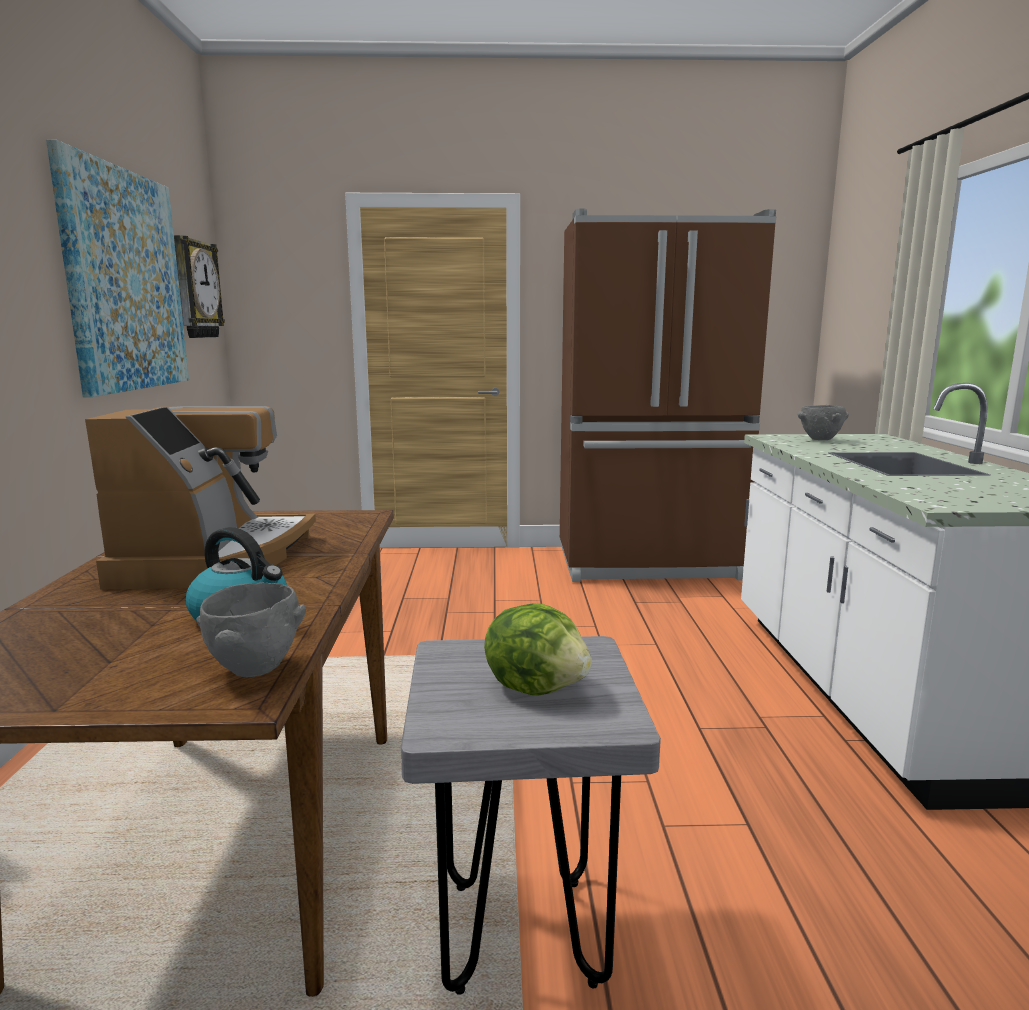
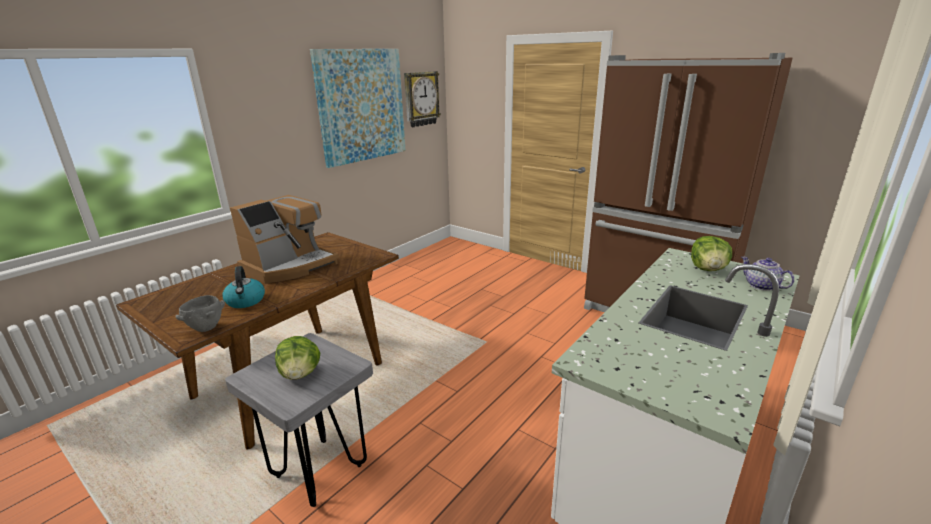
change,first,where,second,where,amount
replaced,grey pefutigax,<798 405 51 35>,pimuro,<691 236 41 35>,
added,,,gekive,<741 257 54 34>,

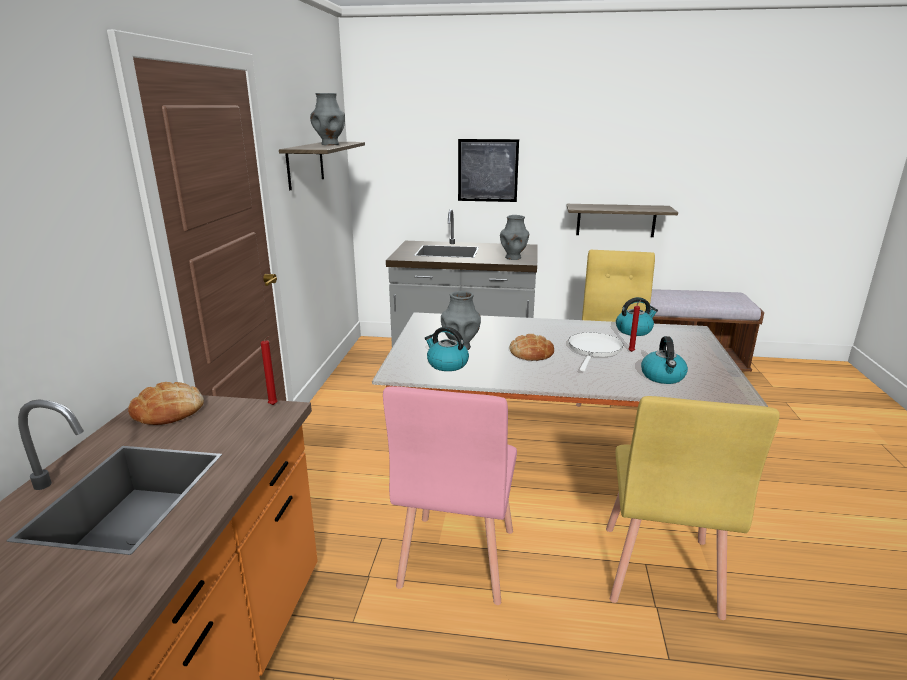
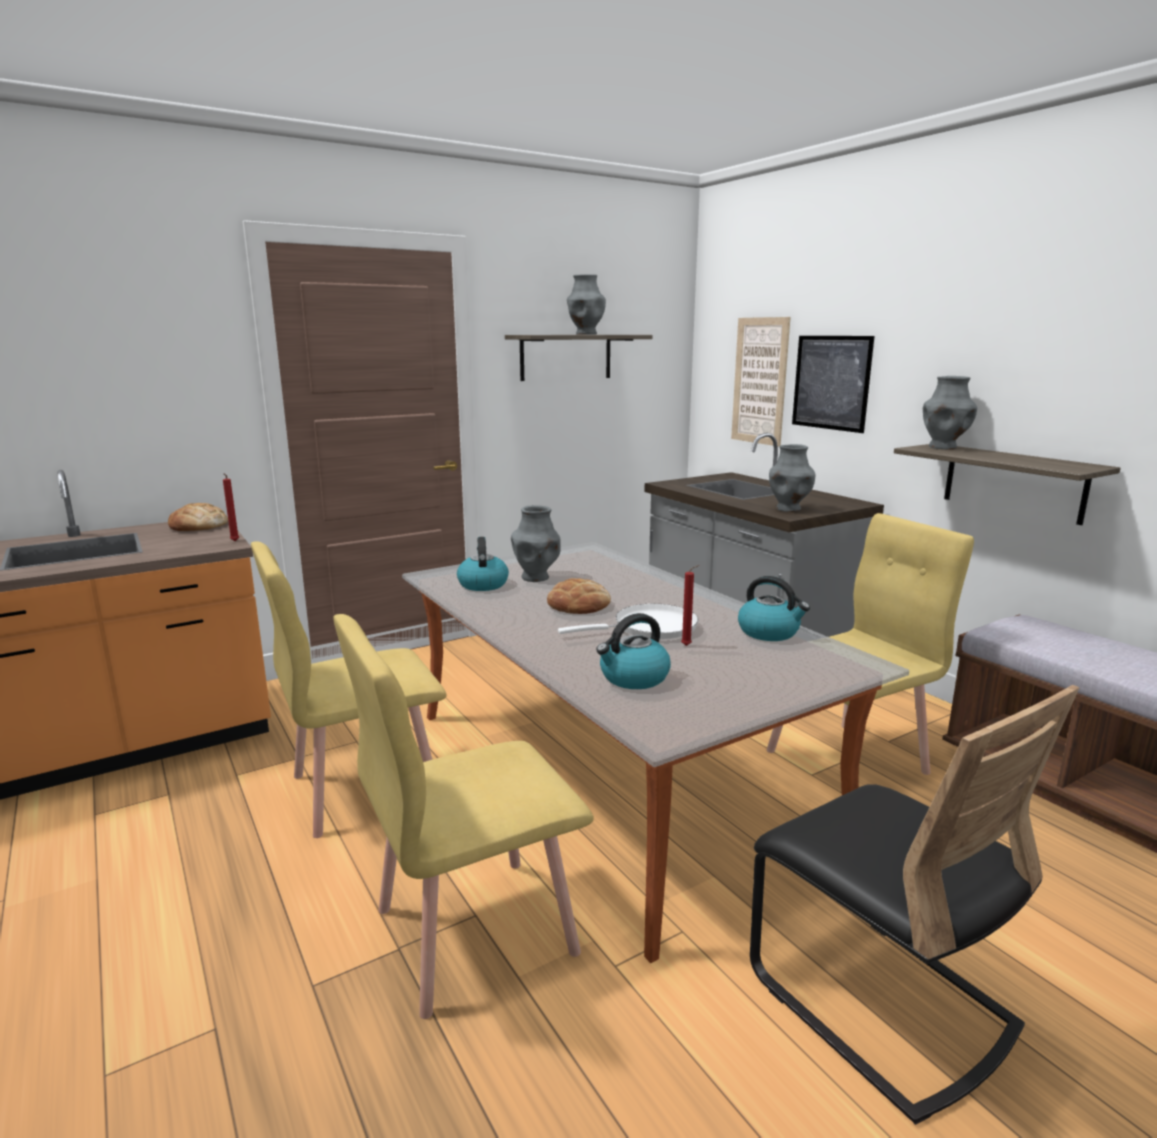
change,first,where,second,where,amount
recoloured,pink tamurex,<383 386 134 219>,yellow tamurex,<251 541 196 297>,
added,,,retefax,<731 317 60 130>,
added,,,black tamurex,<750 685 329 440>,
added,,,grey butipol,<923 376 54 73>,

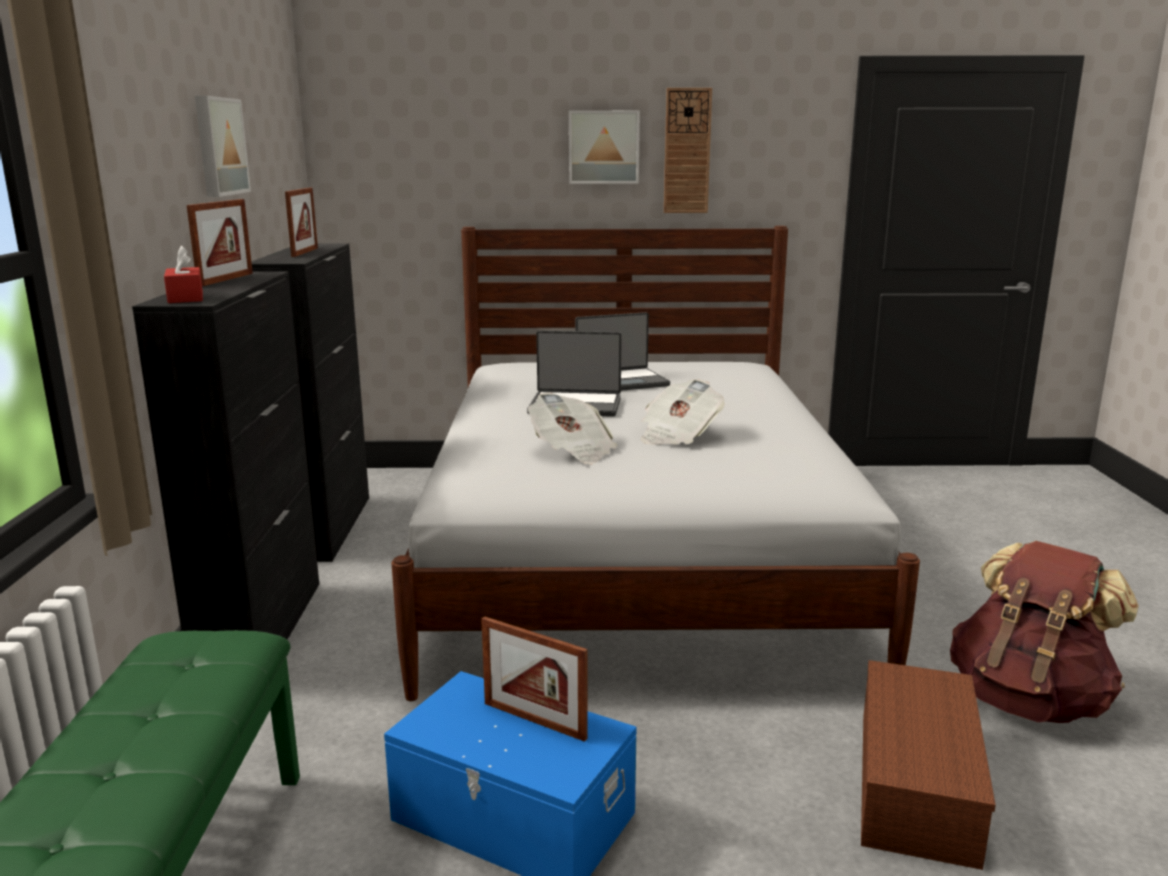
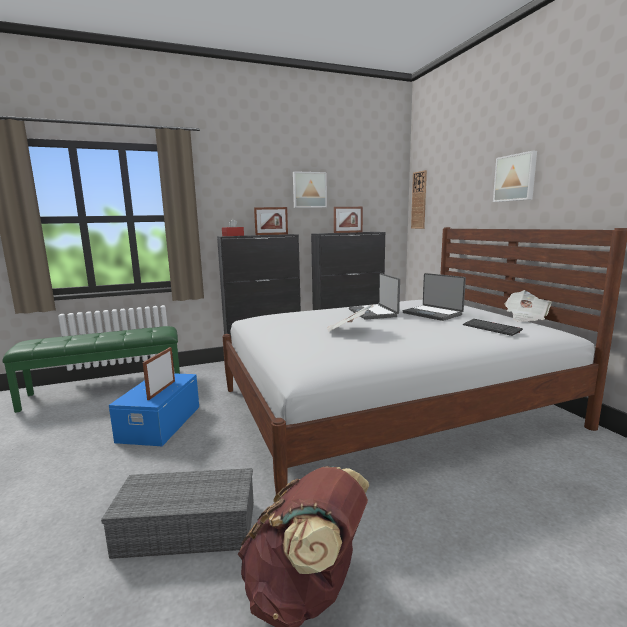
change,first,where,second,where,amount
recoloured,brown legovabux,<861 660 135 210>,grey legovabux,<101 468 153 91>,
moved,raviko,<664 88 48 125>,,<411 170 16 59>,
added,,,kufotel,<463 319 60 17>,
moved,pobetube,<528 392 89 73>,,<505 290 47 32>,

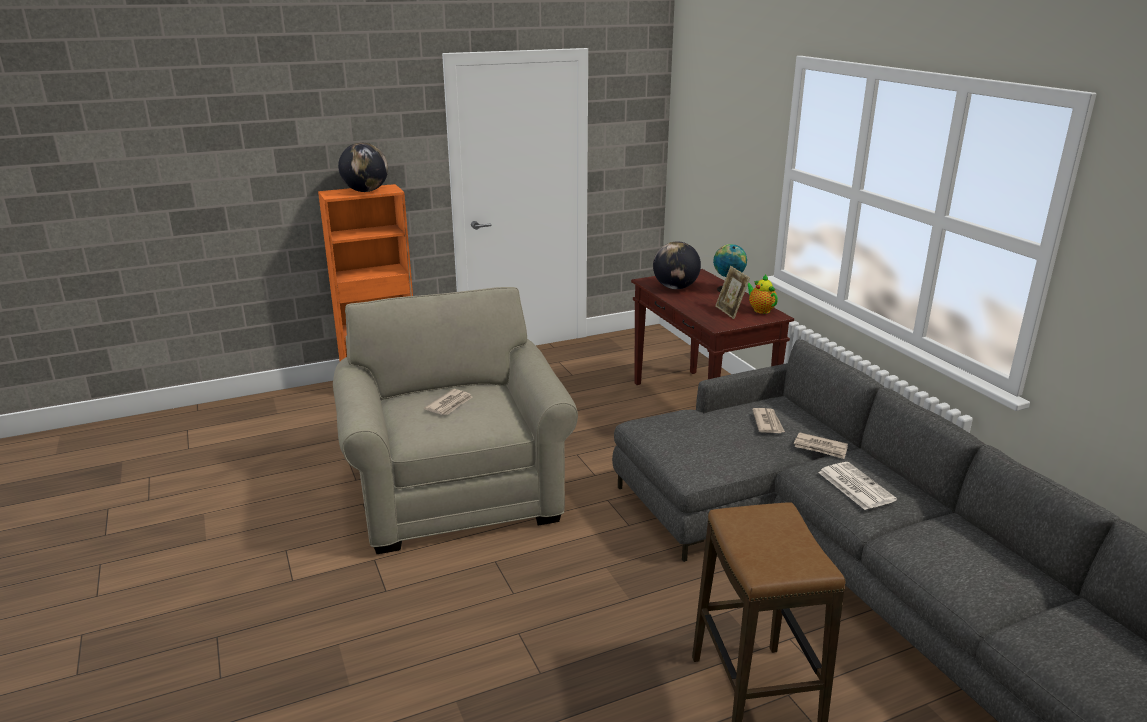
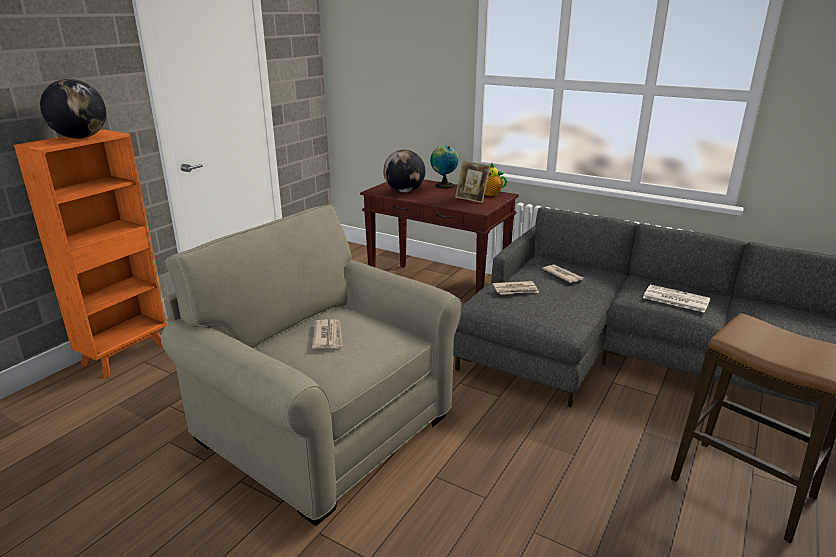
change,first,where,second,where,amount
moved,pobetube,<794 432 54 27>,,<493 281 46 13>,

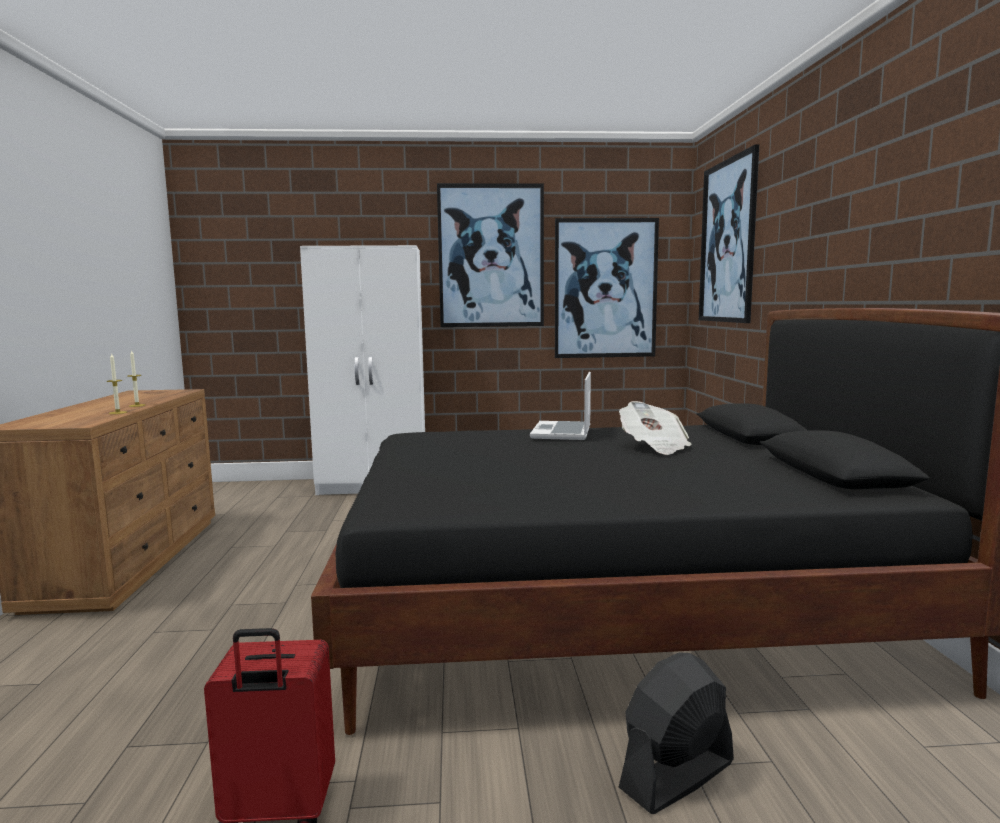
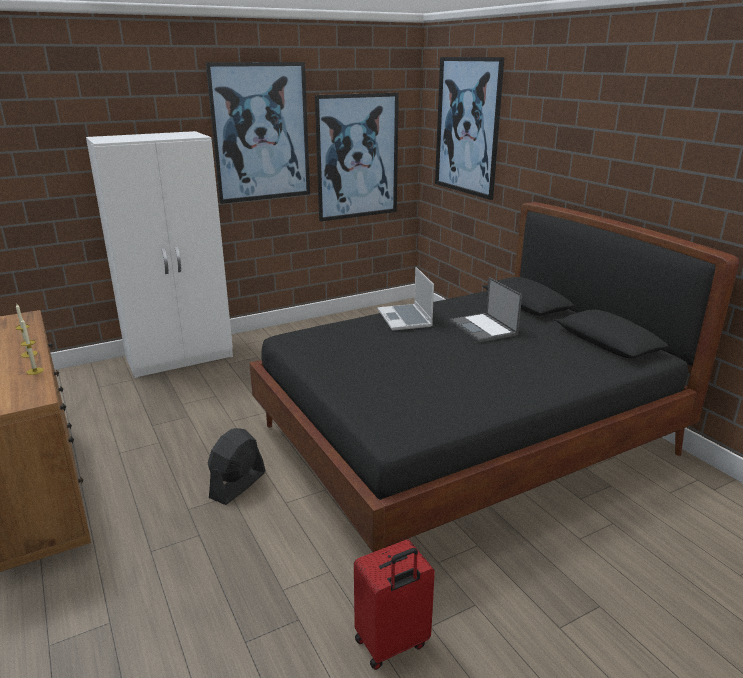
change,first,where,second,where,amount
moved,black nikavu,<619 652 115 162>,,<208 428 58 77>,
replaced,pobetube,<619 401 73 54>,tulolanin,<450 277 72 65>,

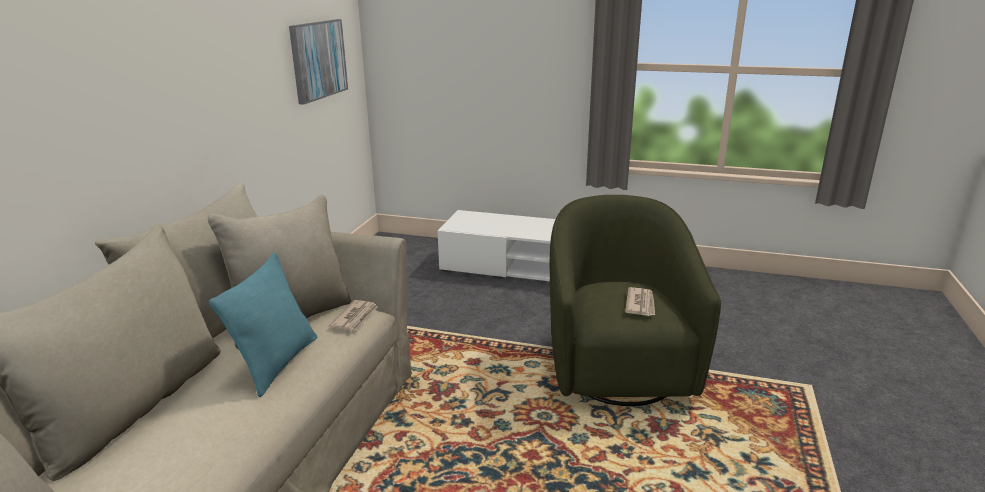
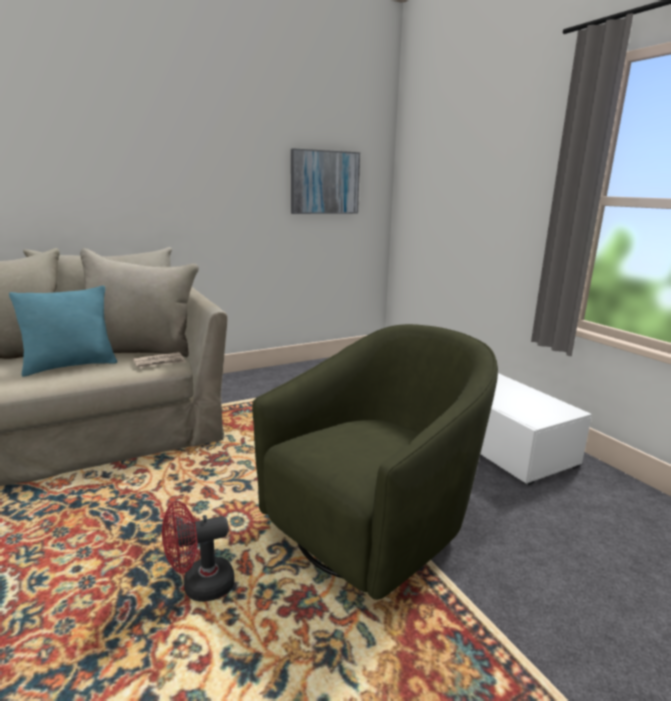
change,first,where,second,where,amount
added,,,red nikavu,<162 501 73 101>,
removed,pobetube,<625 287 30 29>,,,

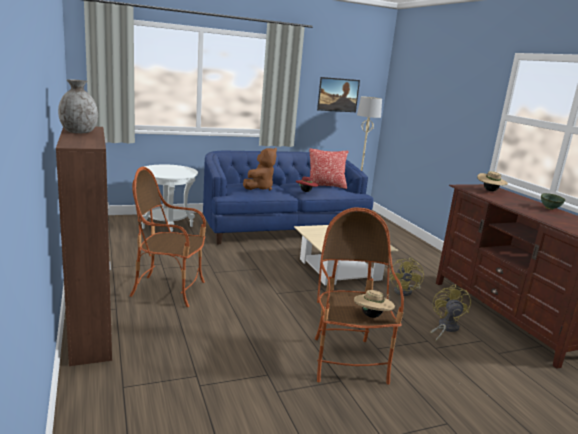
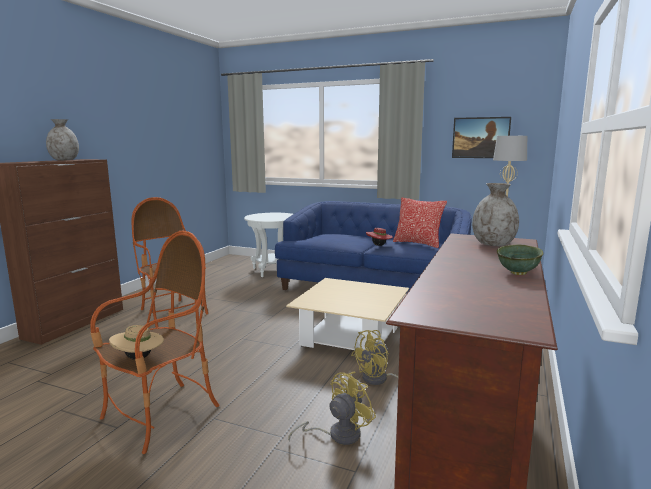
change,first,where,second,where,amount
replaced,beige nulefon,<477 171 31 20>,grey butipol,<472 183 47 63>,
removed,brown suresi,<243 148 34 43>,,,

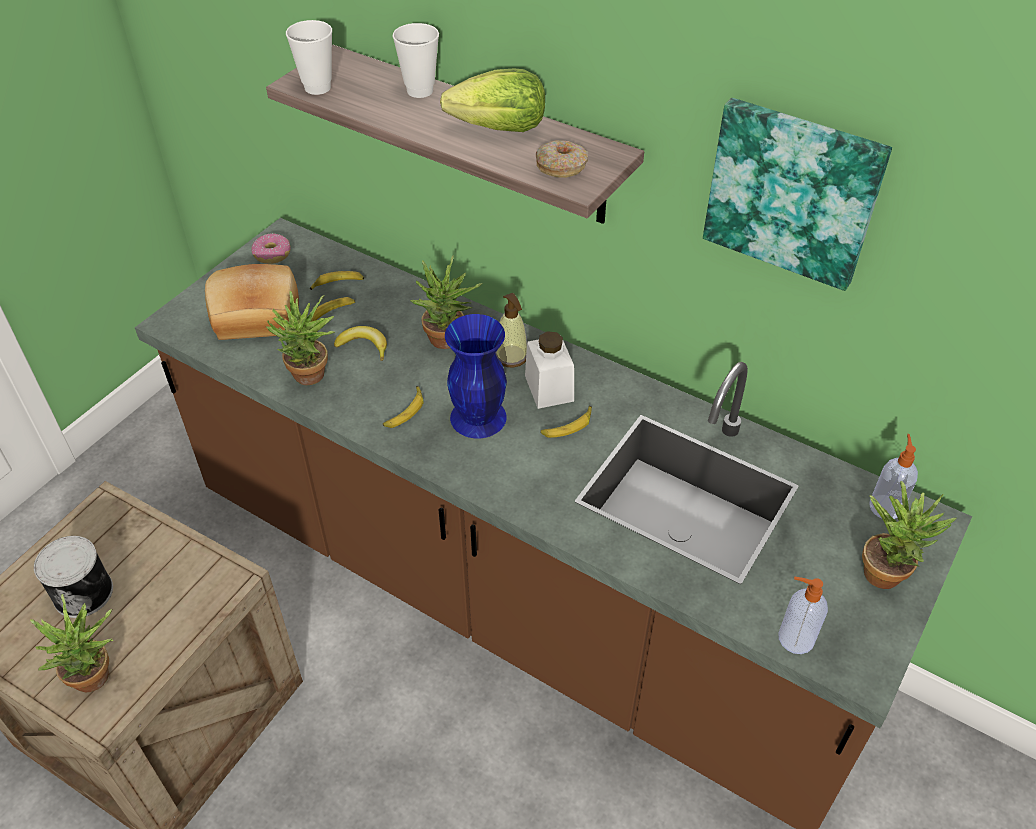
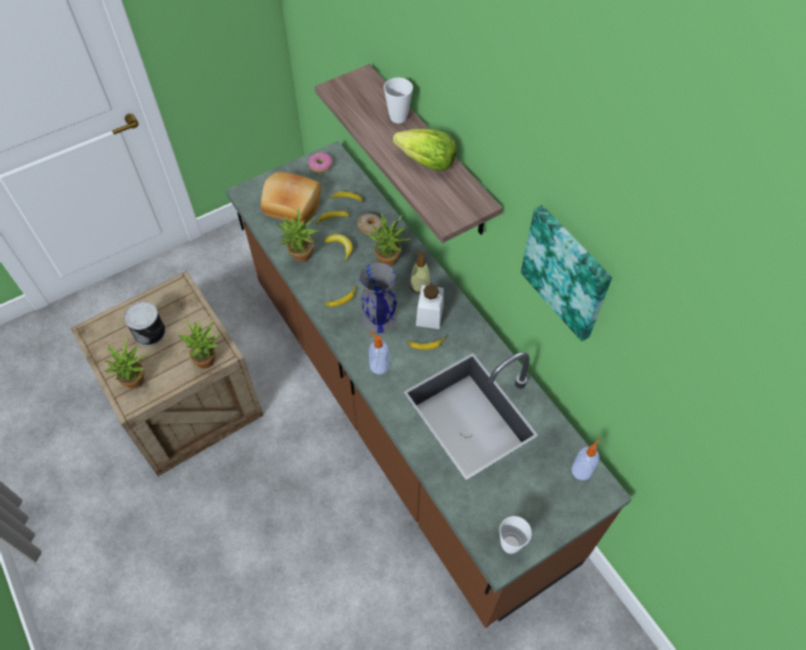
change,first,where,second,where,amount
moved,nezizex,<862 481 95 108>,,<177 319 45 50>,
moved,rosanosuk,<536 140 52 38>,,<357 213 25 22>,
recoloured,blue butipol,<445 314 62 124>,grey butipol,<359 263 38 70>,
moved,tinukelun,<778 577 50 77>,,<369 331 20 43>,
moved,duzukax,<286 20 46 75>,,<499 516 33 38>,

